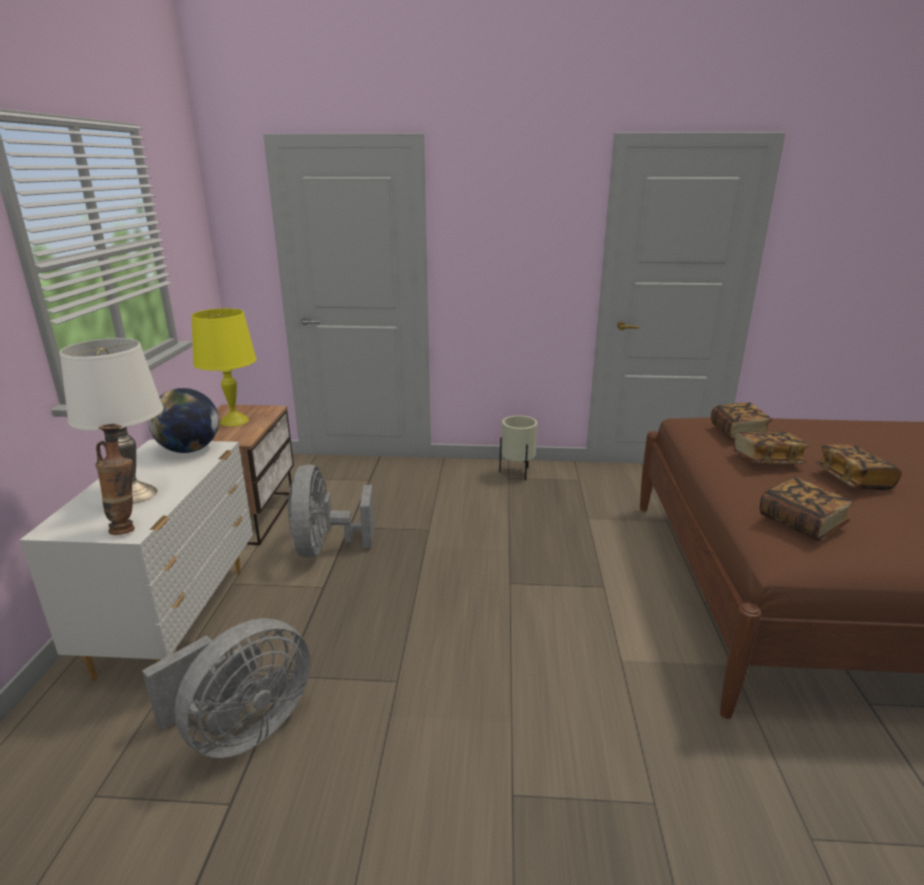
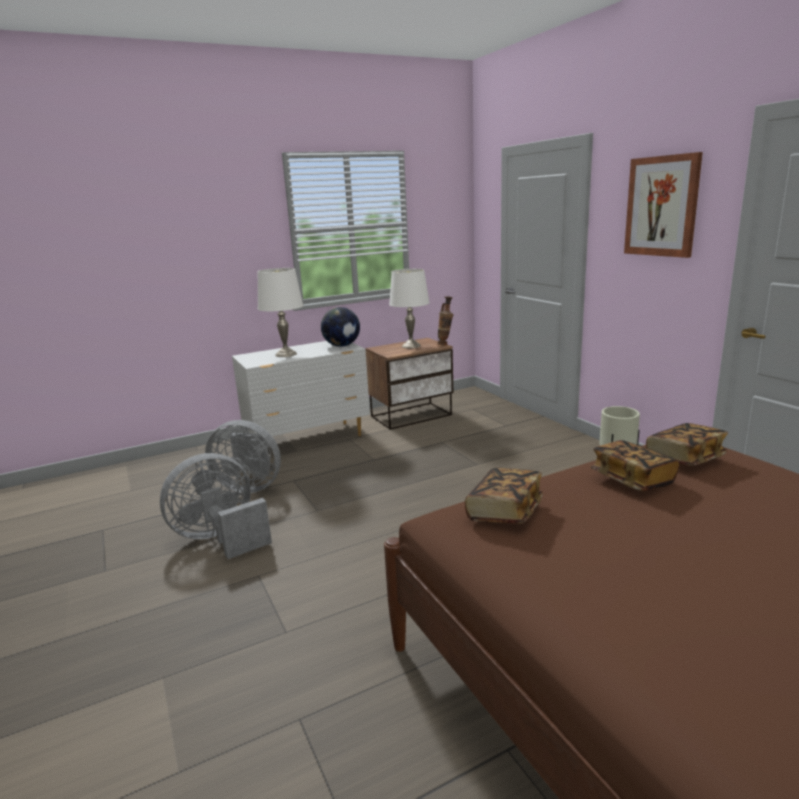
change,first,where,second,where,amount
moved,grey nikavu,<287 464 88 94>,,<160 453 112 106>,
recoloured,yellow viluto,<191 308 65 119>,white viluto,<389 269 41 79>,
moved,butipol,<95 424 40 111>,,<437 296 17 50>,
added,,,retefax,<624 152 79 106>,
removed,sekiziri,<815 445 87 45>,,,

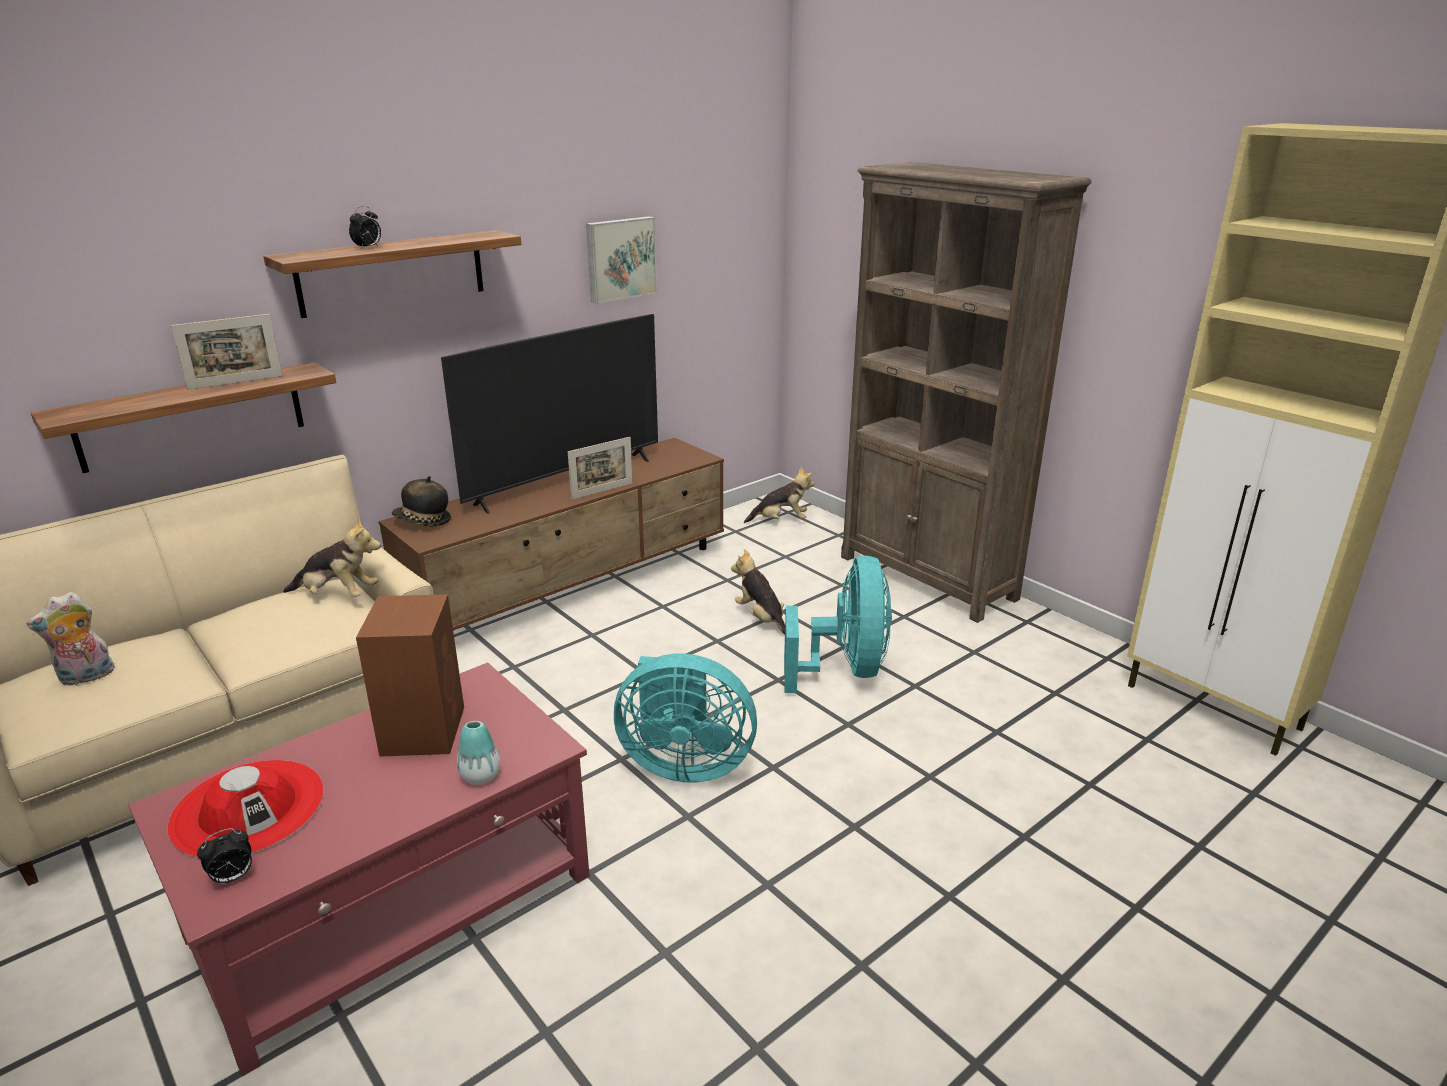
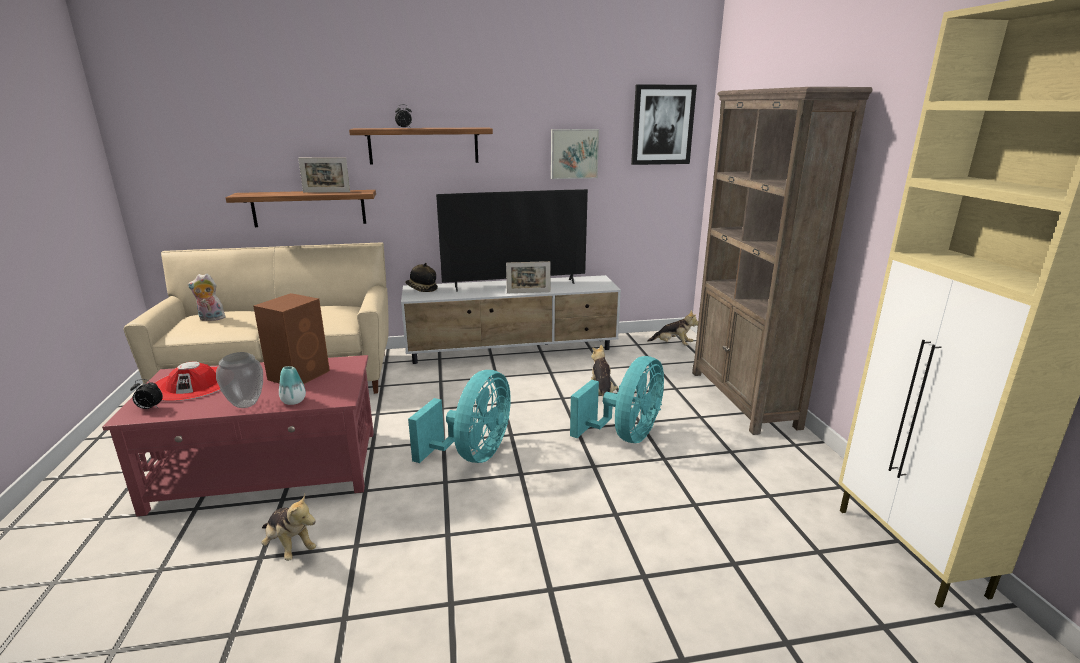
change,first,where,second,where,amount
added,,,butipol,<216 352 47 56>,
moved,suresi,<283 518 98 79>,,<261 494 55 67>,
recoloured,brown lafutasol,<379 438 345 193>,white lafutasol,<401 275 220 89>,
turned,turquoise nikavu,<614 654 143 129>,,<408 370 103 93>,105 degrees counterclockwise
added,,,retefax,<631 84 66 81>,

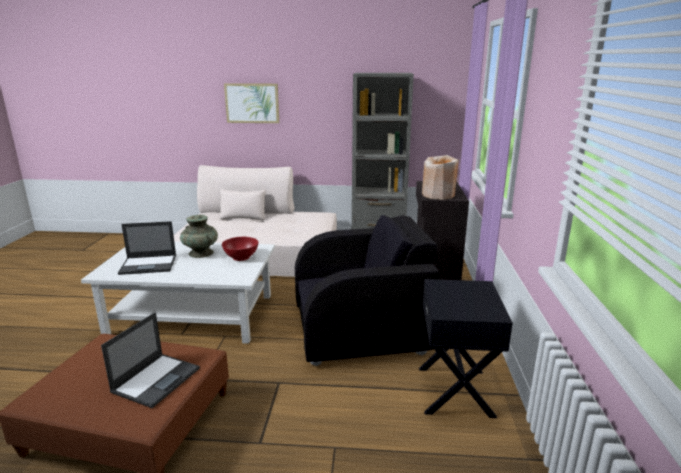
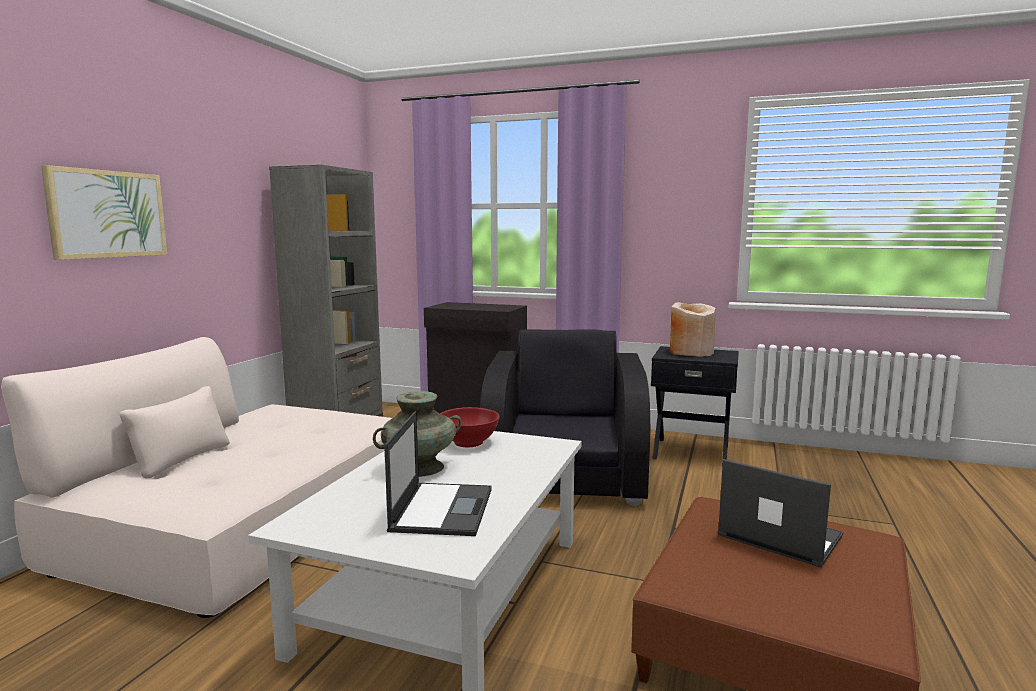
change,first,where,second,where,amount
moved,beige butipol,<422 155 37 45>,,<670 302 46 55>,

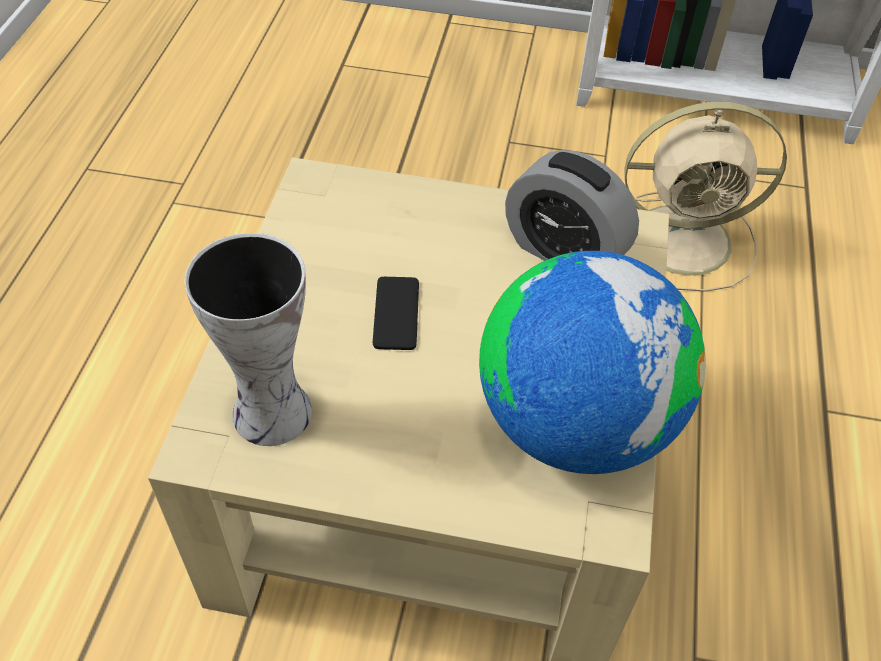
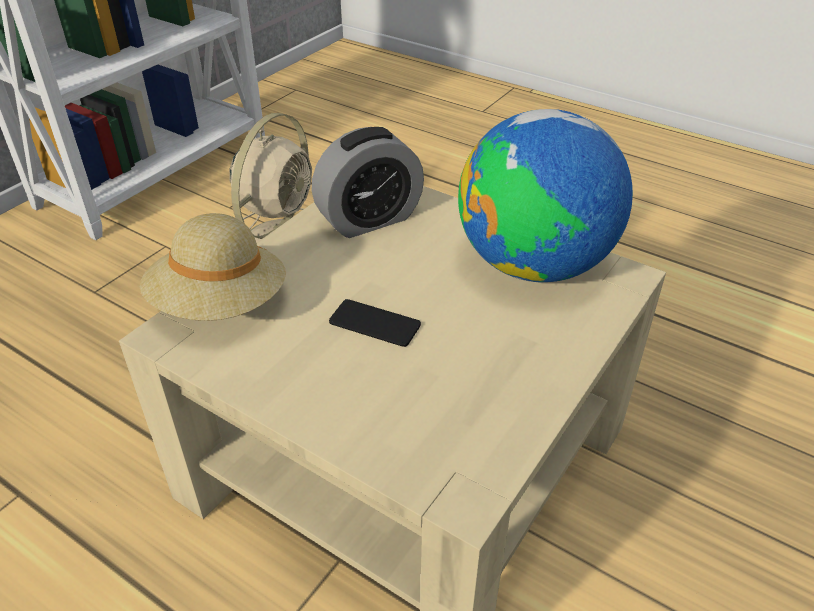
change,first,where,second,where,amount
added,,,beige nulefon,<140 213 146 108>,
removed,butipol,<185 233 127 213>,,,

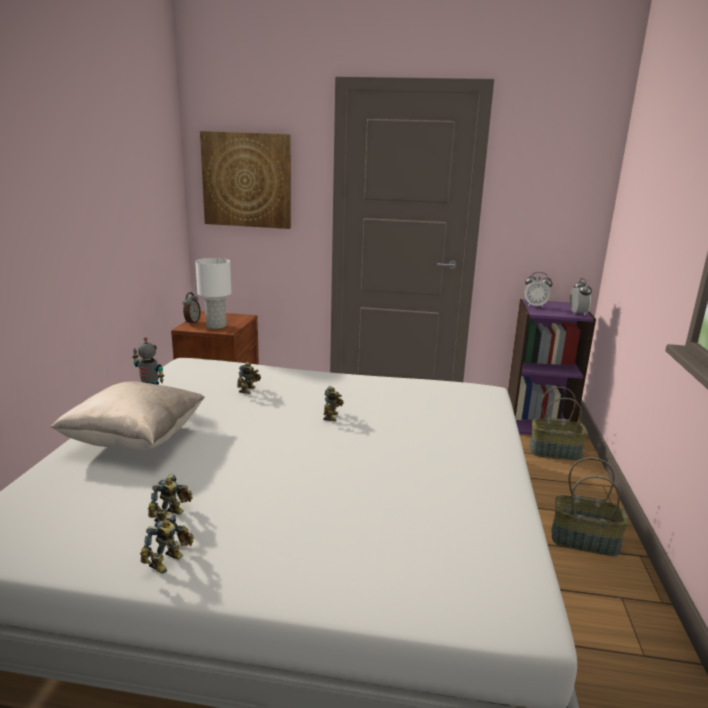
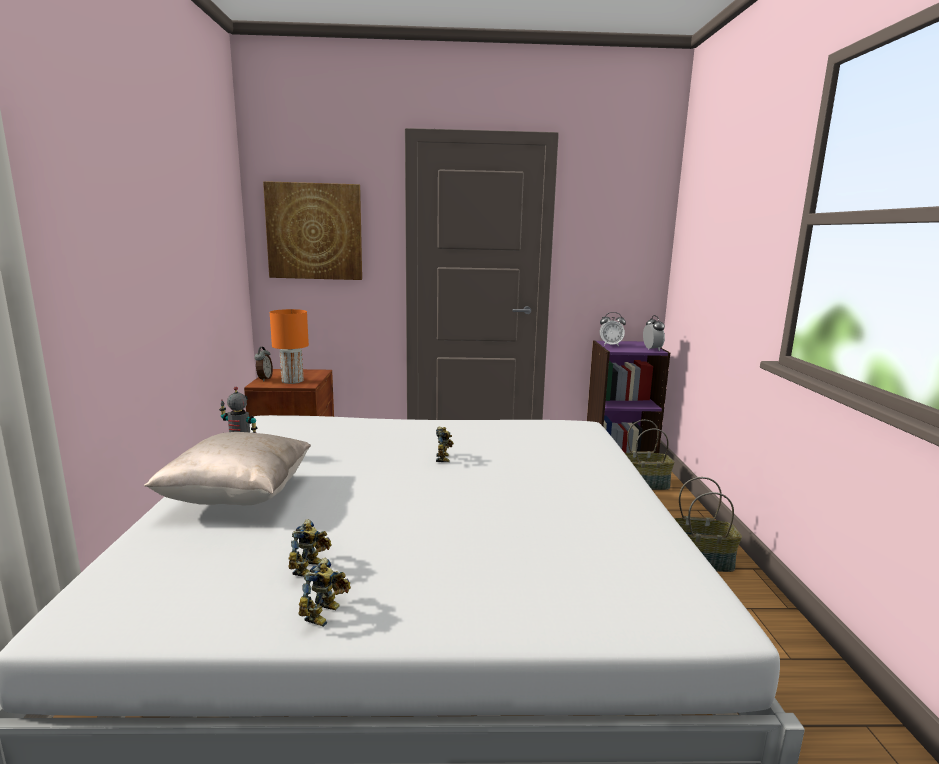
change,first,where,second,where,amount
recoloured,white viluto,<195 258 36 71>,orange viluto,<270 309 39 75>,
removed,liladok,<237 362 24 32>,,,

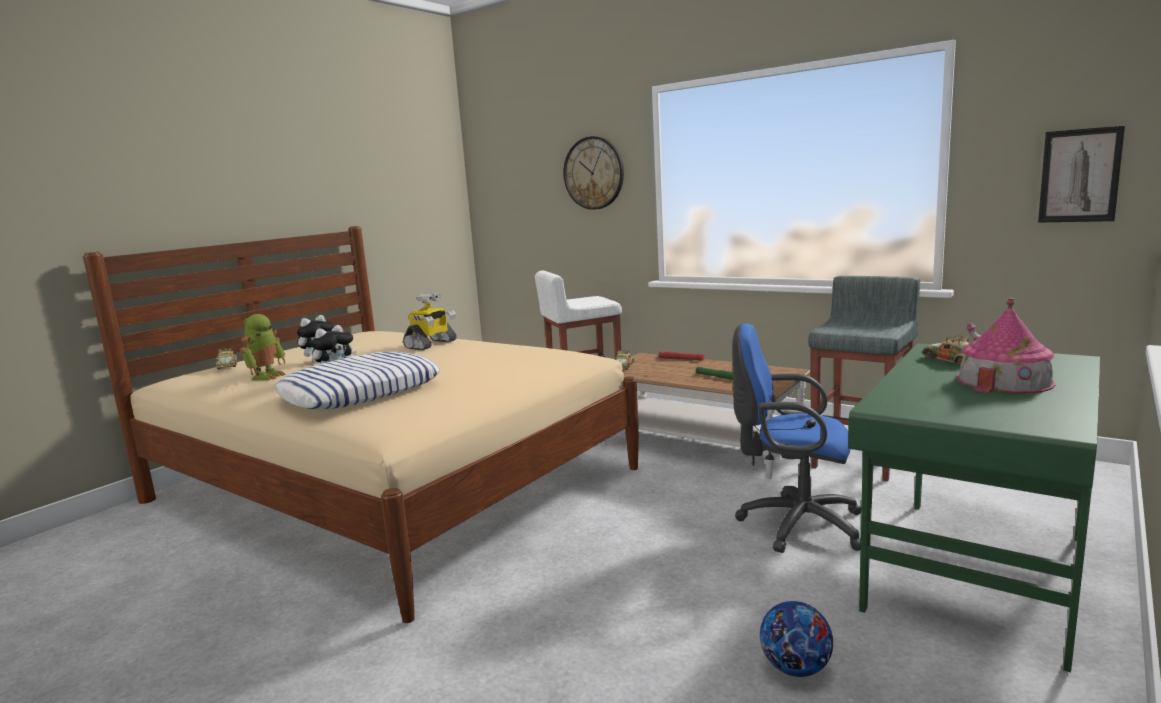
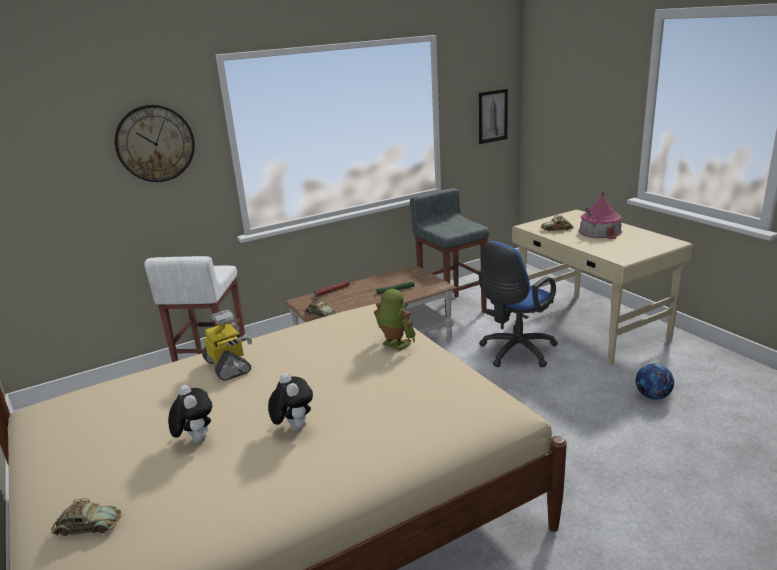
change,first,where,second,where,amount
moved,liladok,<240 314 46 66>,,<374 289 42 62>,
recoloured,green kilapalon,<848 343 252 329>,beige kilapalon,<512 210 180 155>,
removed,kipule,<274 352 166 57>,,,

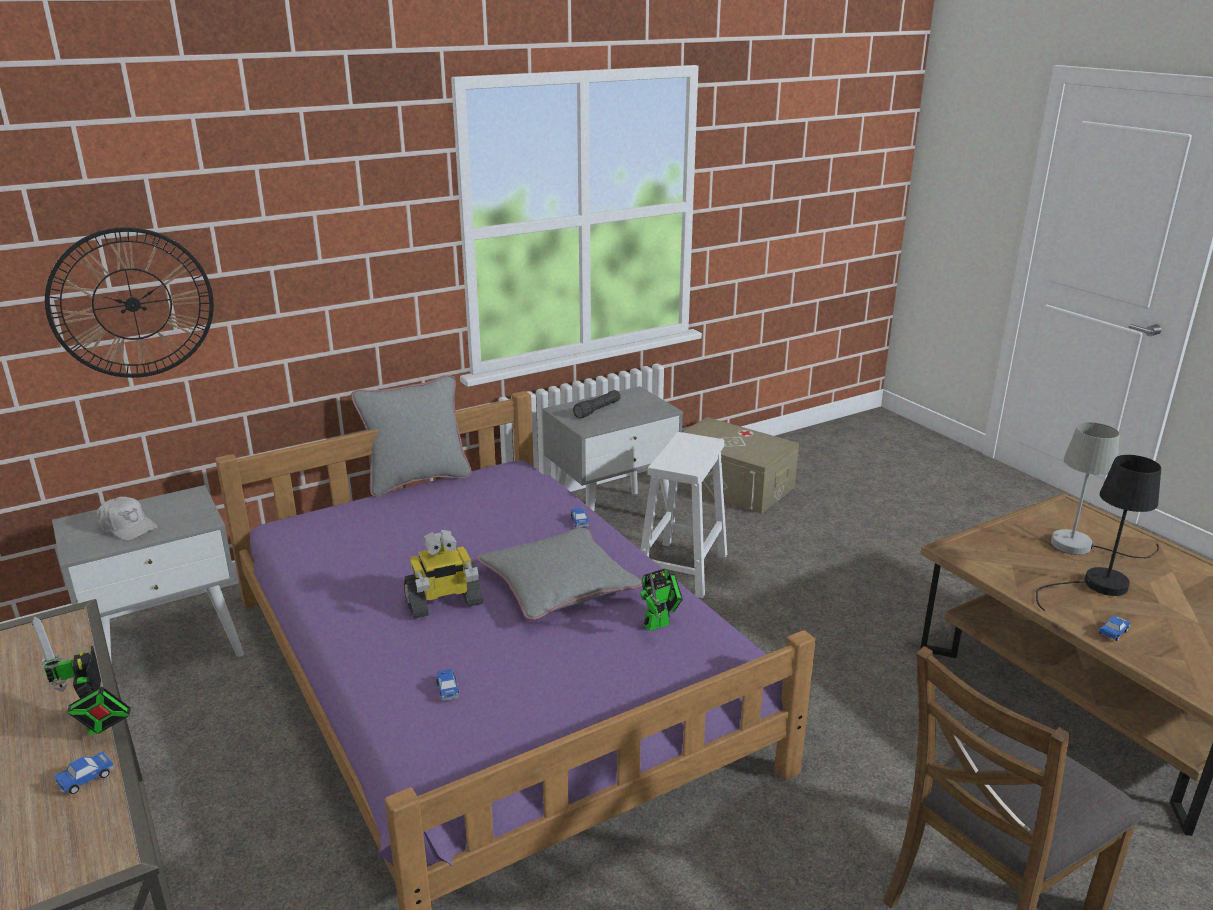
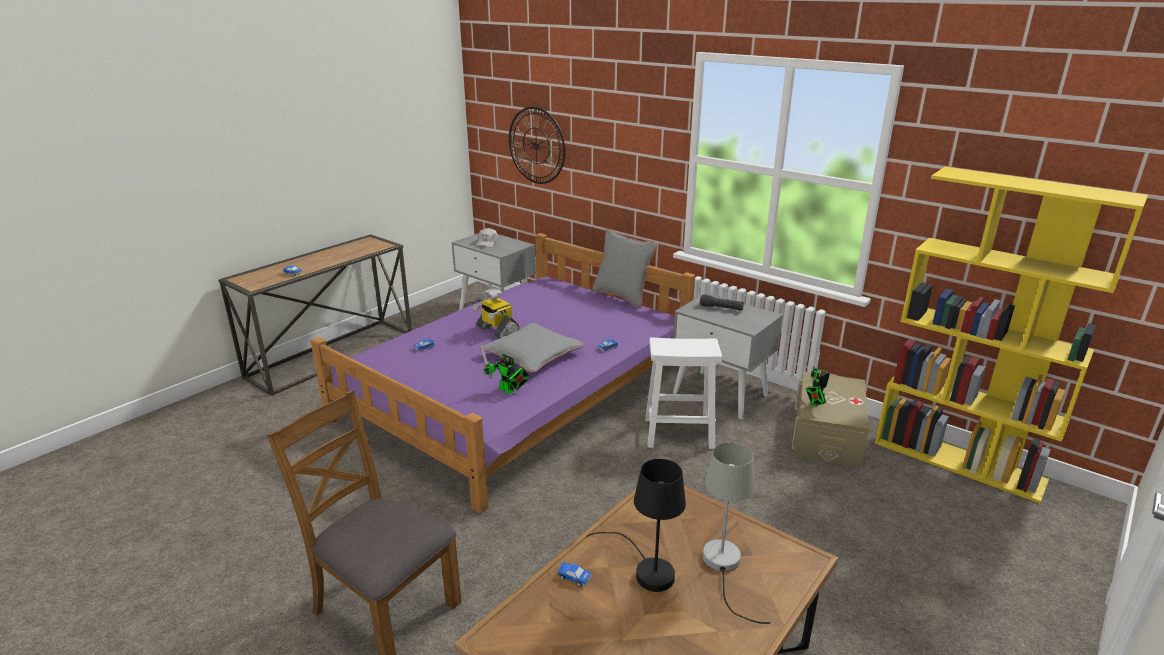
change,first,where,second,where,amount
moved,liladok,<32 617 99 118>,,<806 349 24 58>,
added,,,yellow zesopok,<875 167 273 336>,

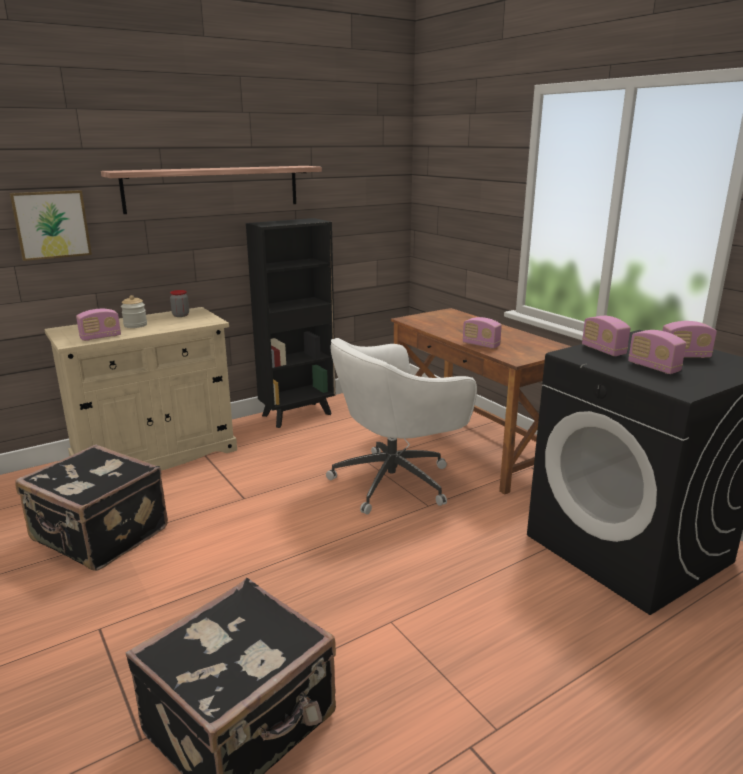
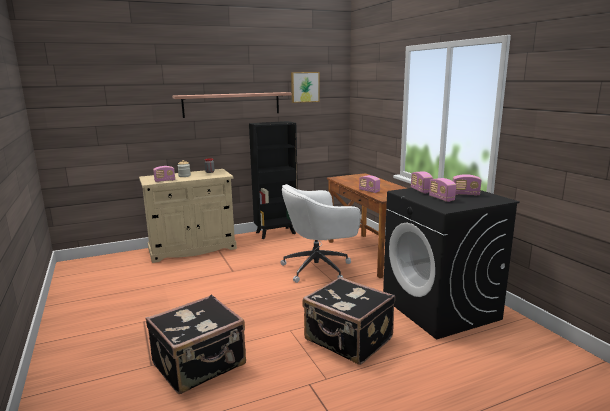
change,first,where,second,where,amount
moved,retefax,<9 190 83 71>,,<291 72 29 31>,
moved,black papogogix,<15 444 153 127>,,<302 277 93 88>,

